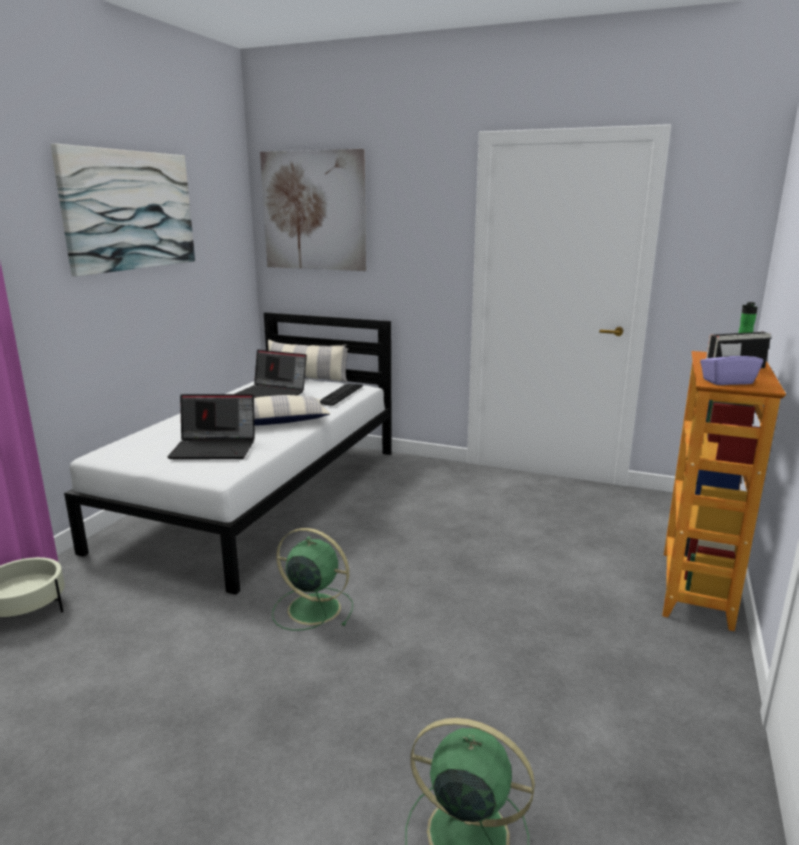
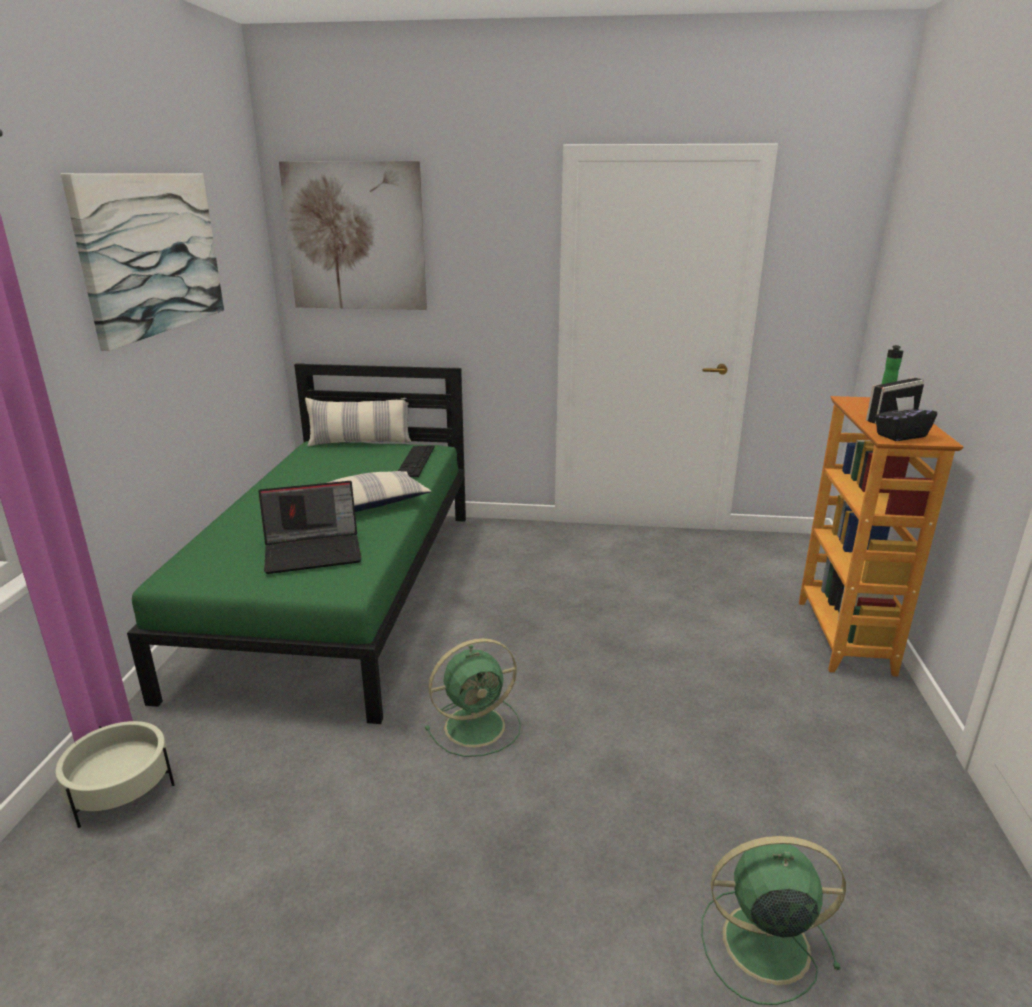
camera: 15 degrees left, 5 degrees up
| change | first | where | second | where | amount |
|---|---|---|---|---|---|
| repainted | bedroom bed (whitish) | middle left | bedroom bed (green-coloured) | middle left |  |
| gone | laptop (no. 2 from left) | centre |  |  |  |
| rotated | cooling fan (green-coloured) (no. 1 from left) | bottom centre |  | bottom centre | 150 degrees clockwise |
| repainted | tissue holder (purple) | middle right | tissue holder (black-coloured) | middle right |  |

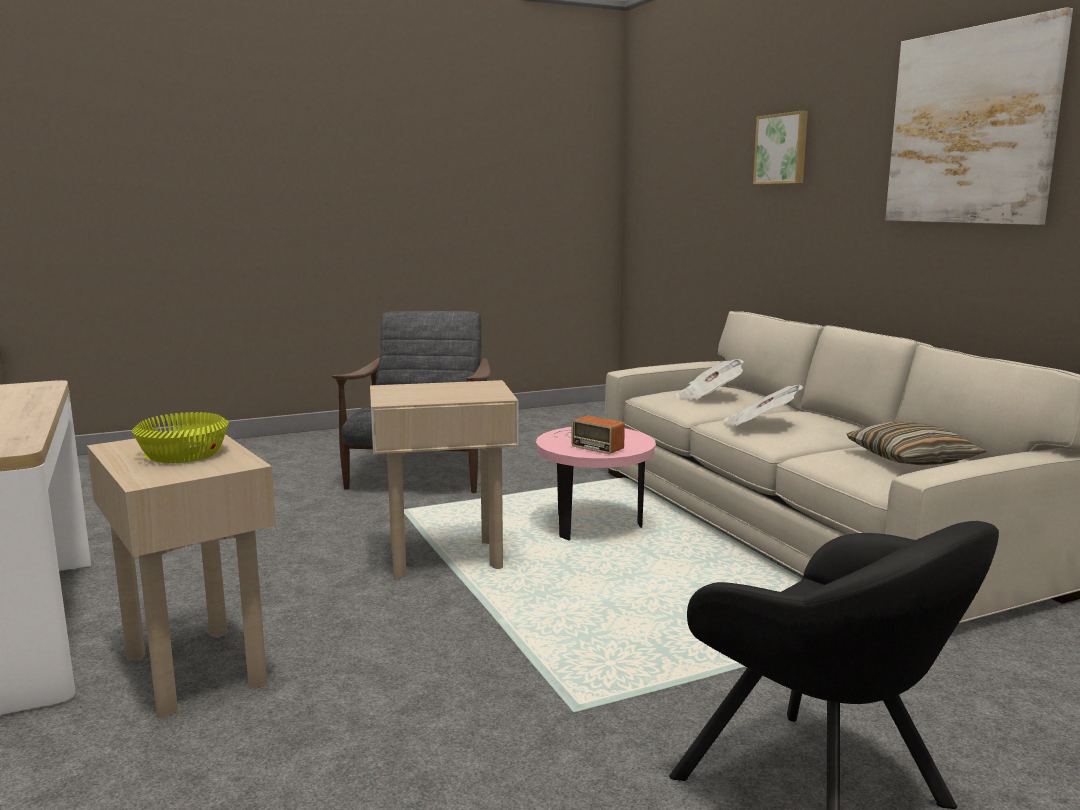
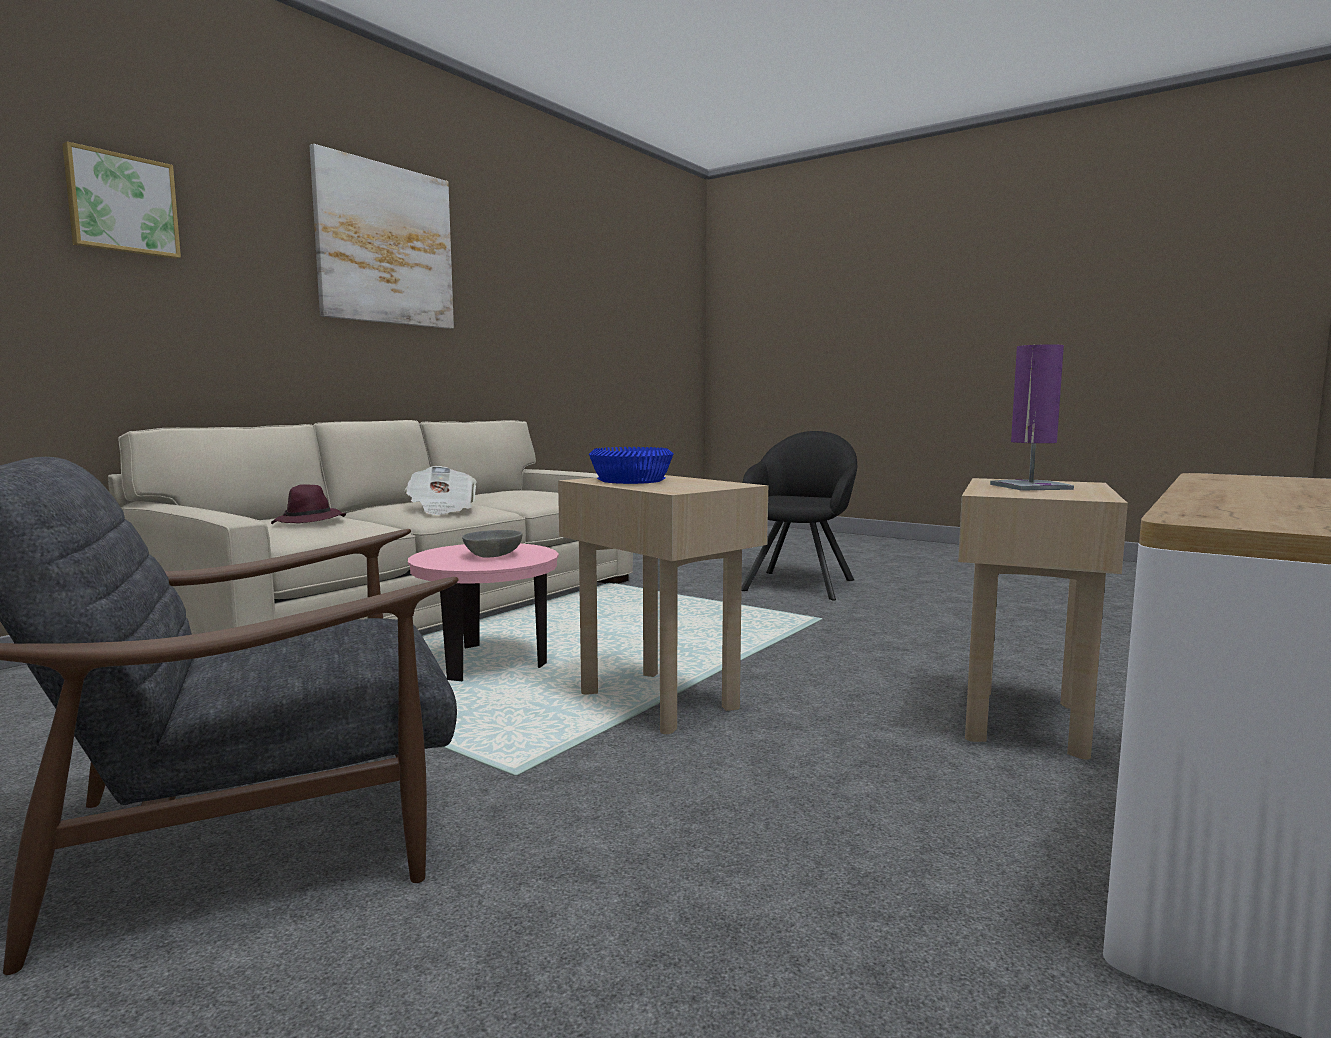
camera: 120 degrees left, 5 degrees down
| change | first | where | second | where | amount |
|---|---|---|---|---|---|
| swapped | bowl (yellow) | middle left | lamp for a table (purple) | middle right |  |
| swapped | radio receiver | centre | bowl (grey) | centre |  |
| swapped | daily paper (no. 1 from left) | centre | clothing hat (purple) | middle left |  |
| gone | pillow | middle right |  |  |  |
| new |  |  | bowl (bluish) | centre |  |

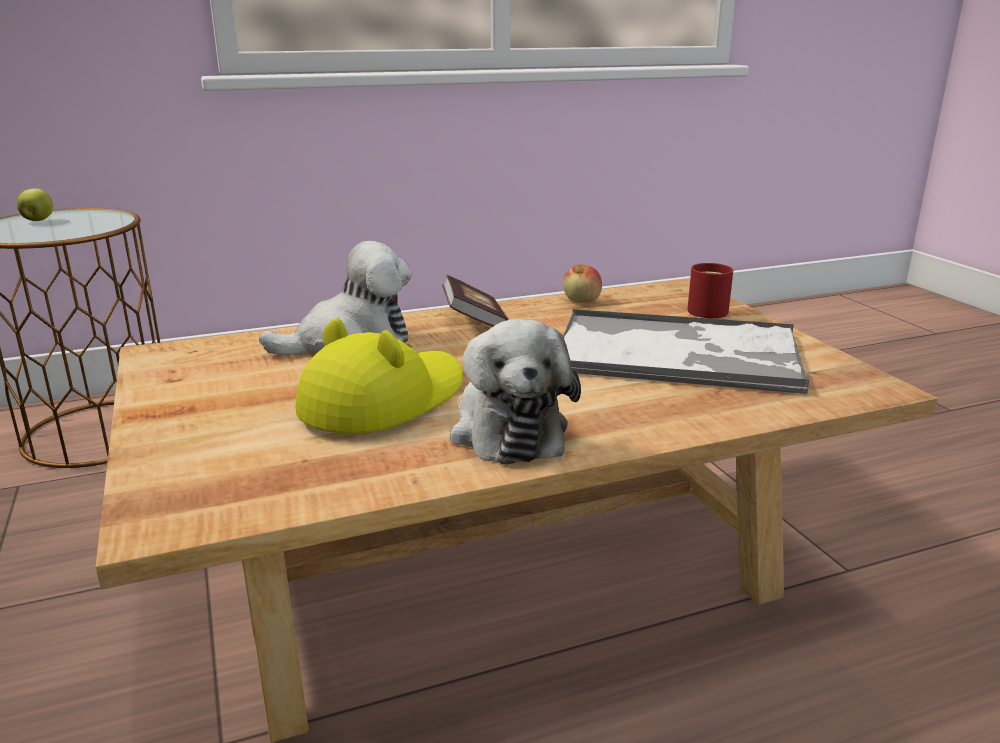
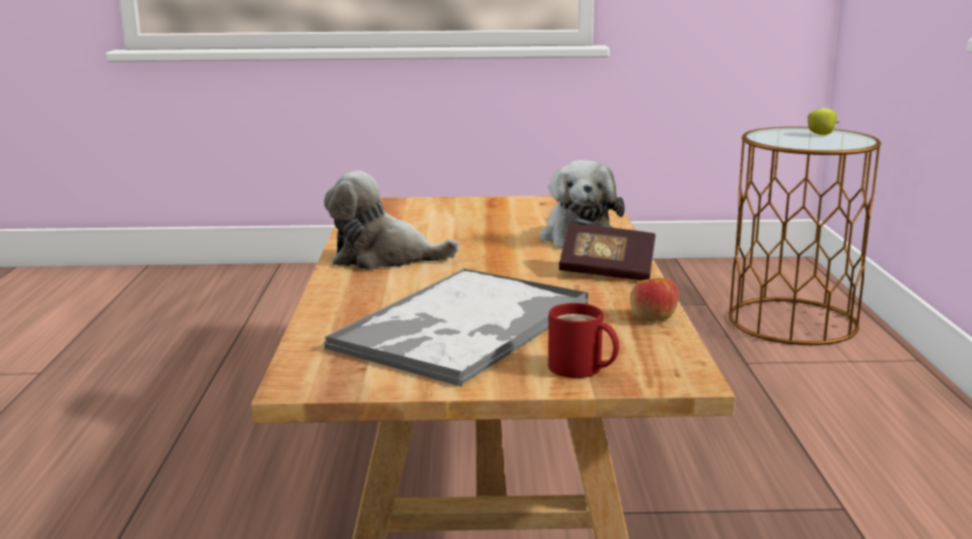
camera: 110 degrees right, 5 degrees down
| change | first | where | second | where | amount |
|---|---|---|---|---|---|
| gone | clothing hat (yellow) | centre |  |  |  |

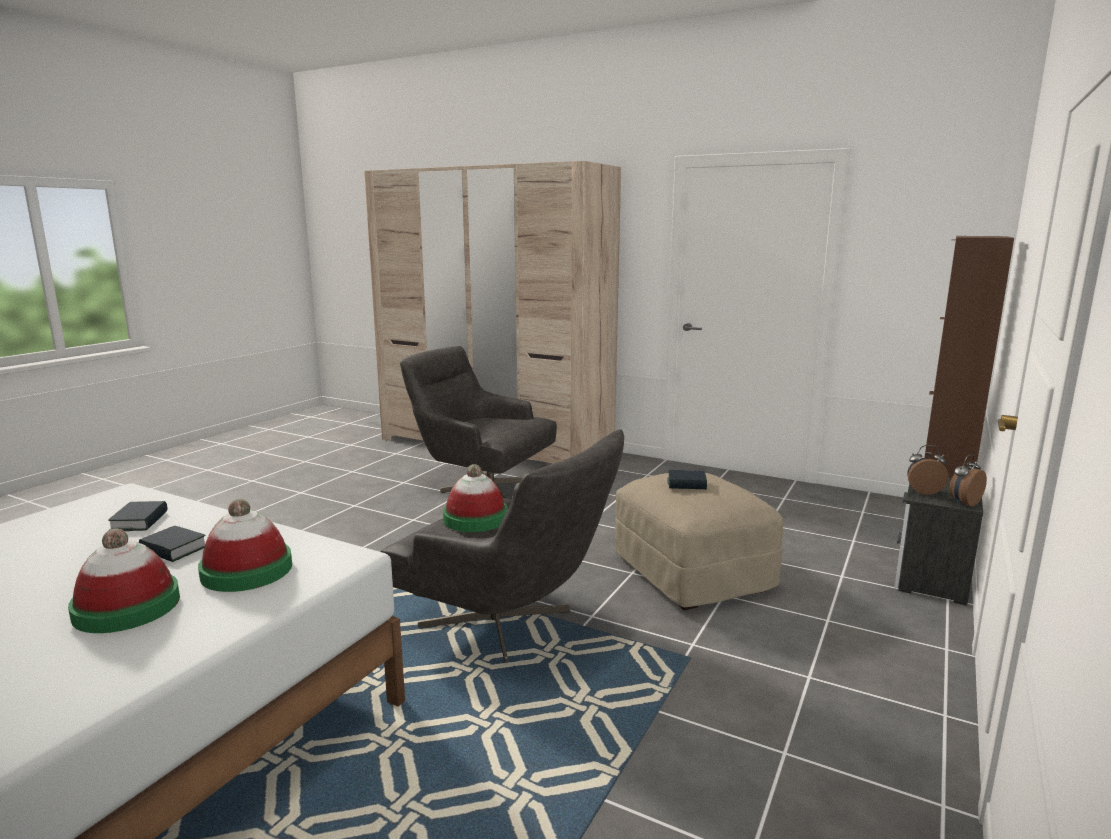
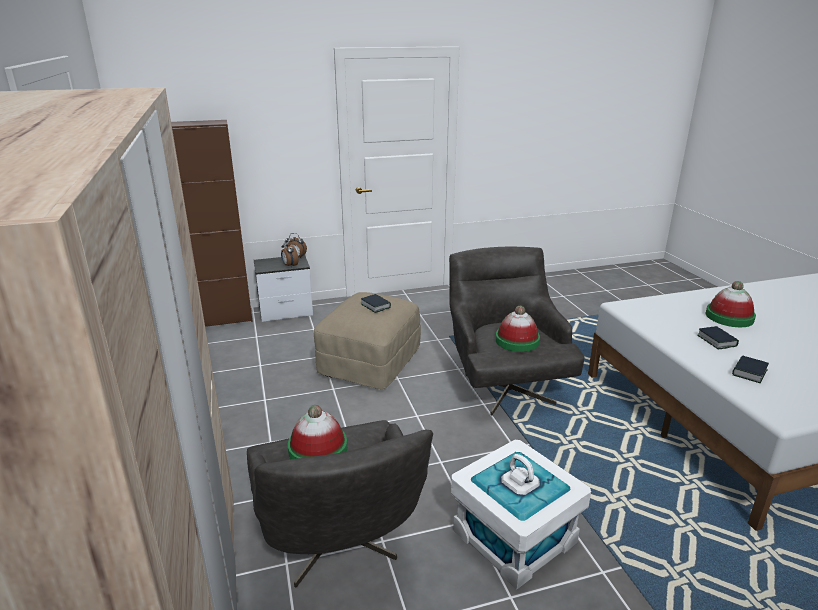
camera: 135 degrees left, 10 degrees up
| change | first | where | second | where | amount |
|---|---|---|---|---|---|
| shifted | clothing hat (no. 2 from left in the first image) | middle left | clothing hat (no. 1 from left) | bottom centre |  |
| new |  |  | storage box (whitish) | bottom centre |  |

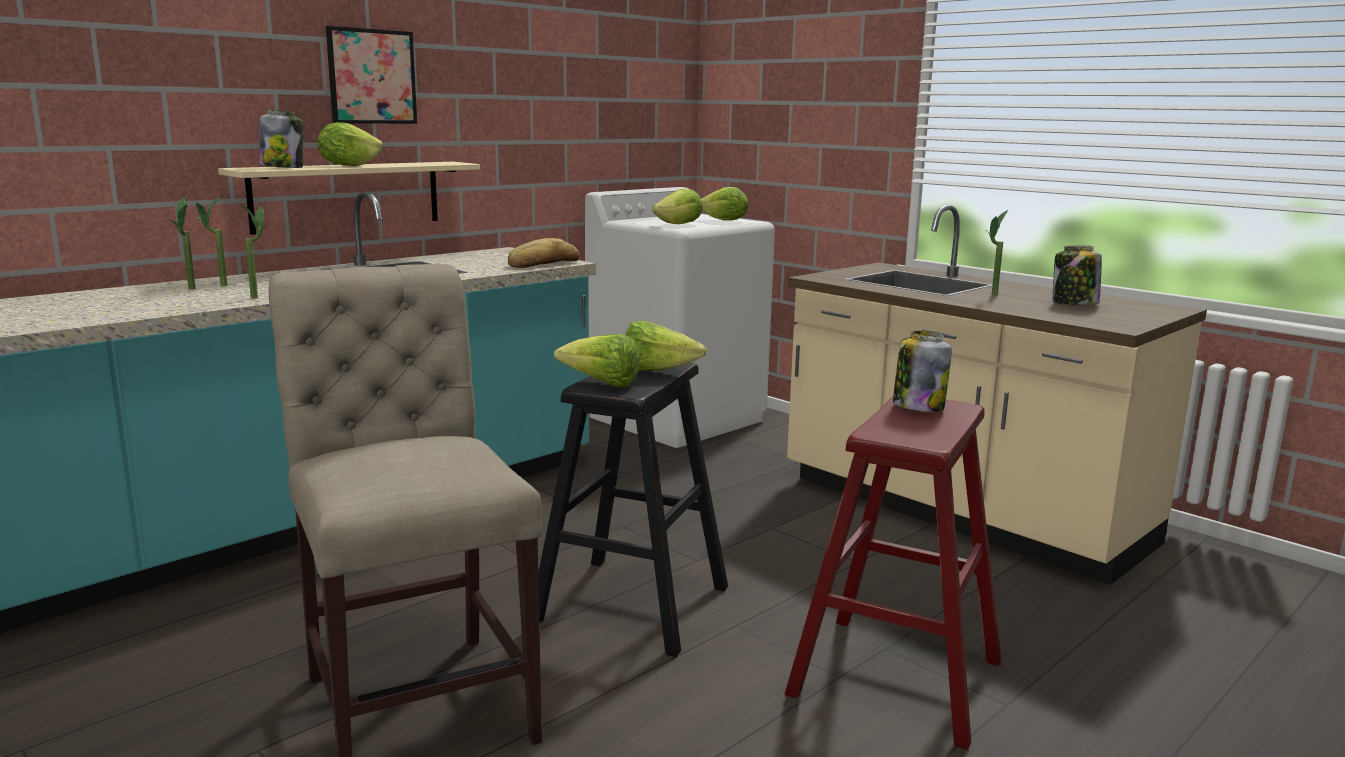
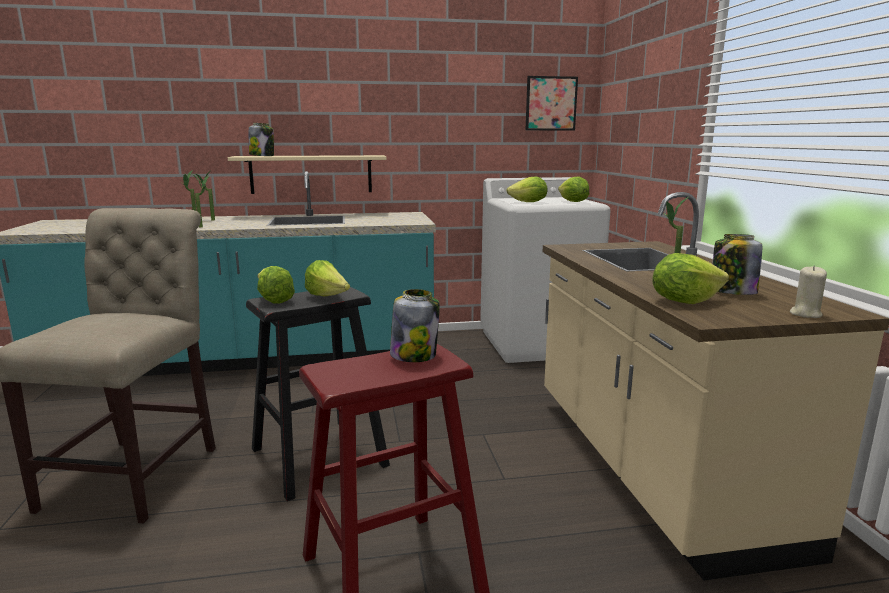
camera: 35 degrees right, 0 degrees up
| change | first | where | second | where | amount |
|---|---|---|---|---|---|
| shifted | lettuce head (no. 1 from left in the first image) | top left | lettuce head (no. 5 from left) | middle right |  |
| shifted | wall picture | top left |  | top centre |  |
| gone | bakery bread | centre |  |  |  |
| new |  |  | candle (beige-coloured) | middle right |  |

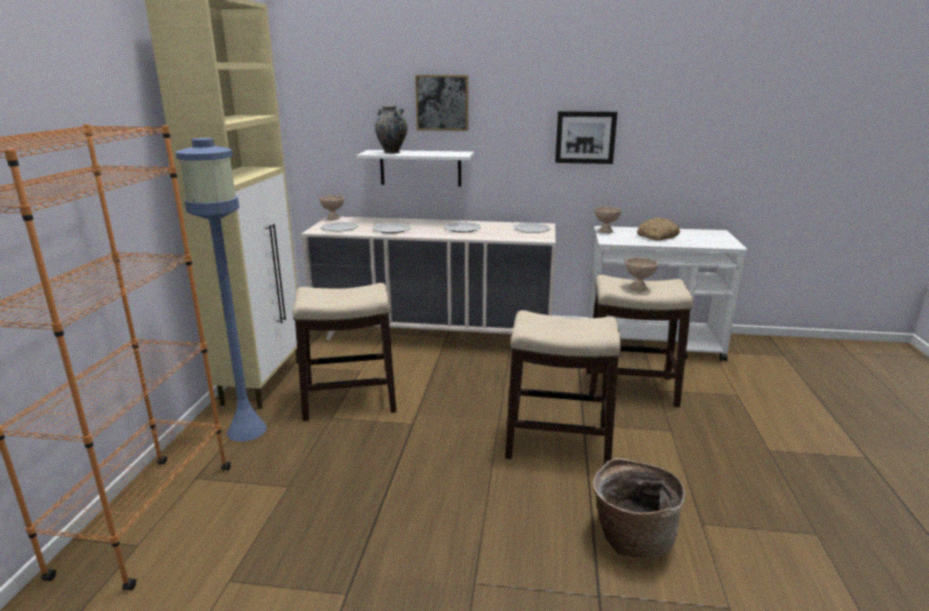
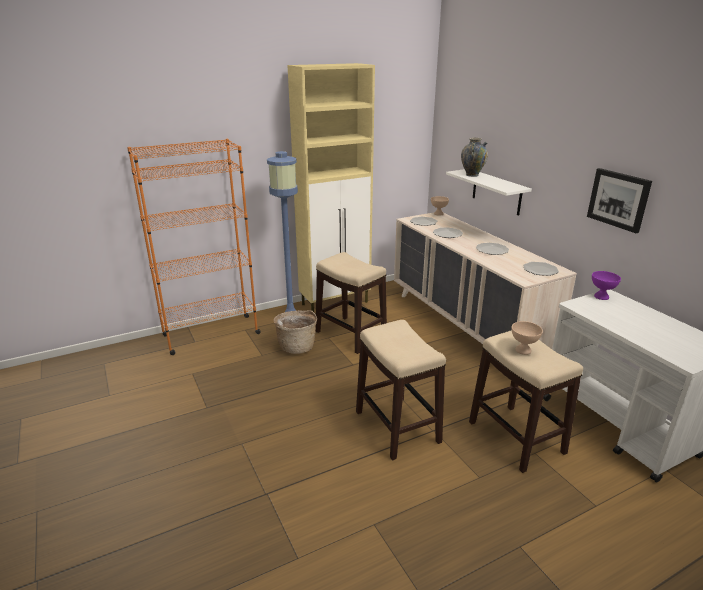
camera: 55 degrees right, 5 degrees up
| change | first | where | second | where | amount |
|---|---|---|---|---|---|
| gone | wall picture (no. 1 from left) | top centre |  |  |  |
| shifted | household basket | bottom right |  | centre |  |
| repainted | bowl (beige-coloured) (no. 2 from left) | centre | bowl (purple) | middle right |  |
| gone | bakery bread | middle right |  |  |  |

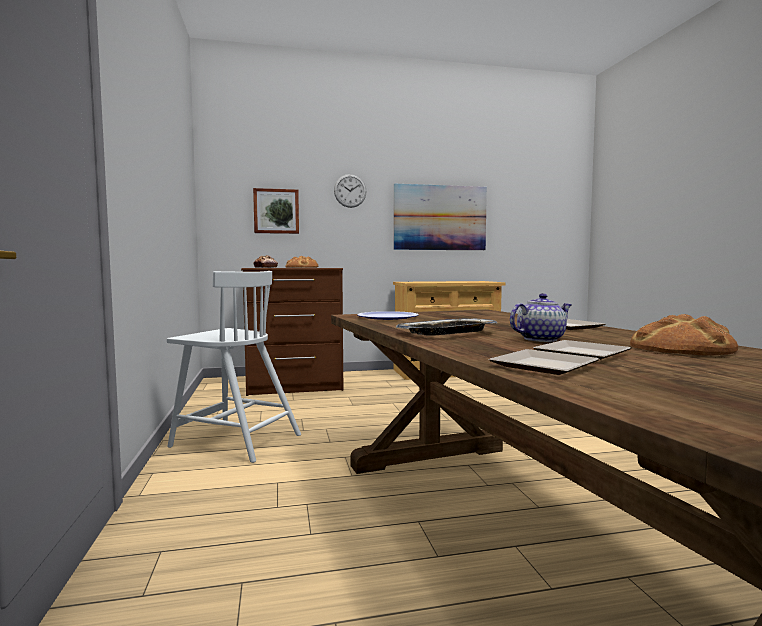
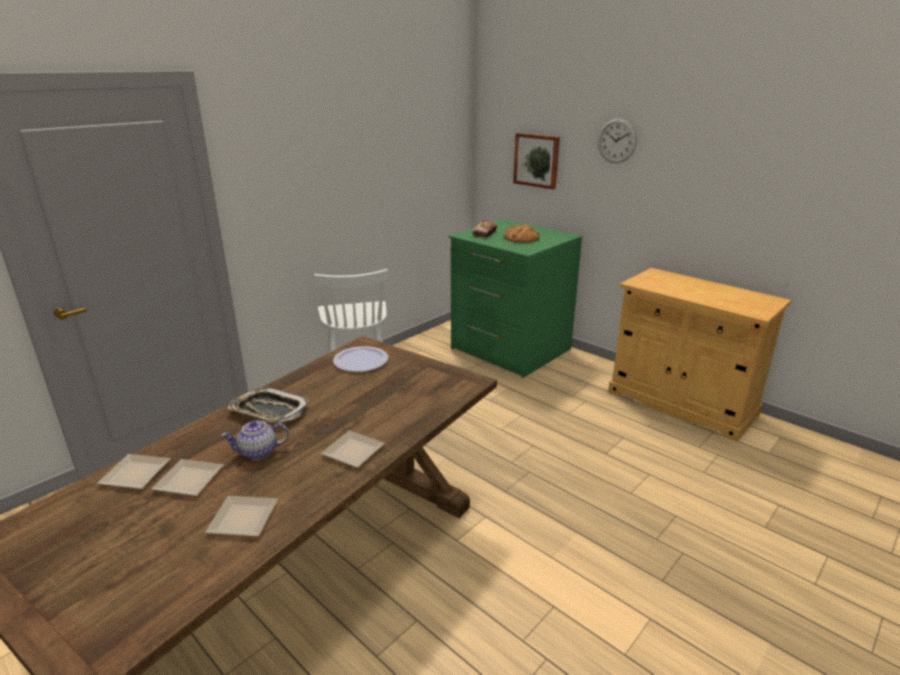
camera: 55 degrees right, 20 degrees up
| change | first | where | second | where | amount |
|---|---|---|---|---|---|
| repainted | chest of drawers (brownish) | centre | chest of drawers (green-coloured) | centre |  |
| gone | wall picture (no. 2 from left) | centre |  |  |  |
| rotated | teapot | middle right |  | middle left | 135 degrees clockwise |
| swapped | bakery bread (no. 3 from left) | middle right | plate (no. 3 from left) | bottom left |  |

